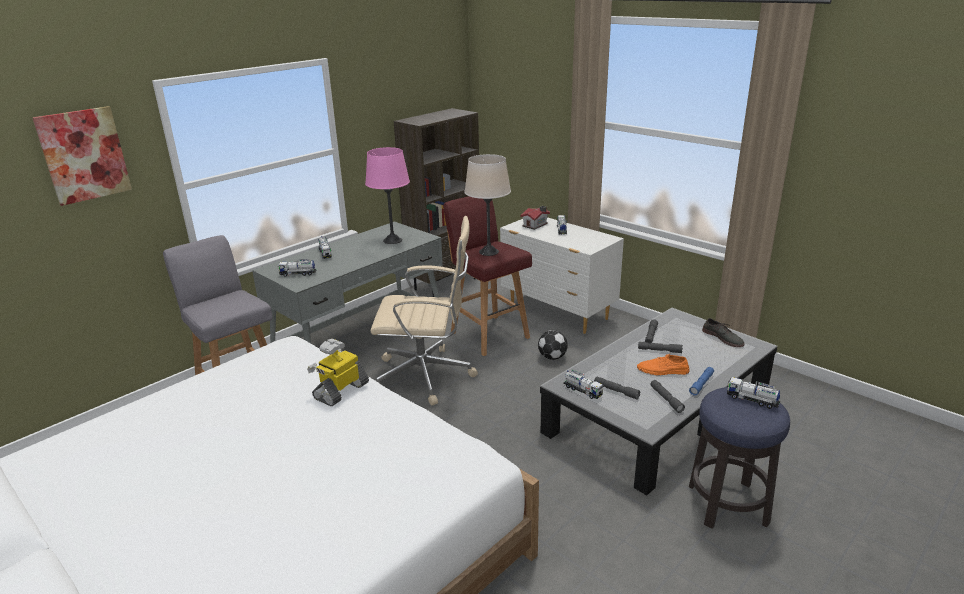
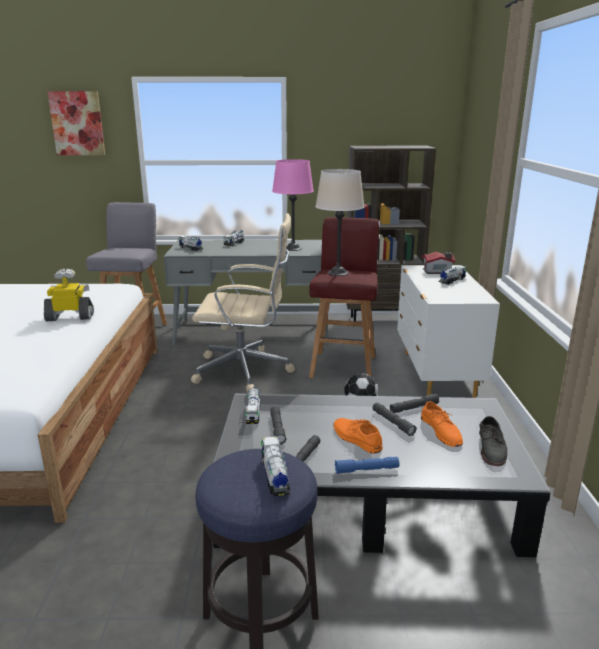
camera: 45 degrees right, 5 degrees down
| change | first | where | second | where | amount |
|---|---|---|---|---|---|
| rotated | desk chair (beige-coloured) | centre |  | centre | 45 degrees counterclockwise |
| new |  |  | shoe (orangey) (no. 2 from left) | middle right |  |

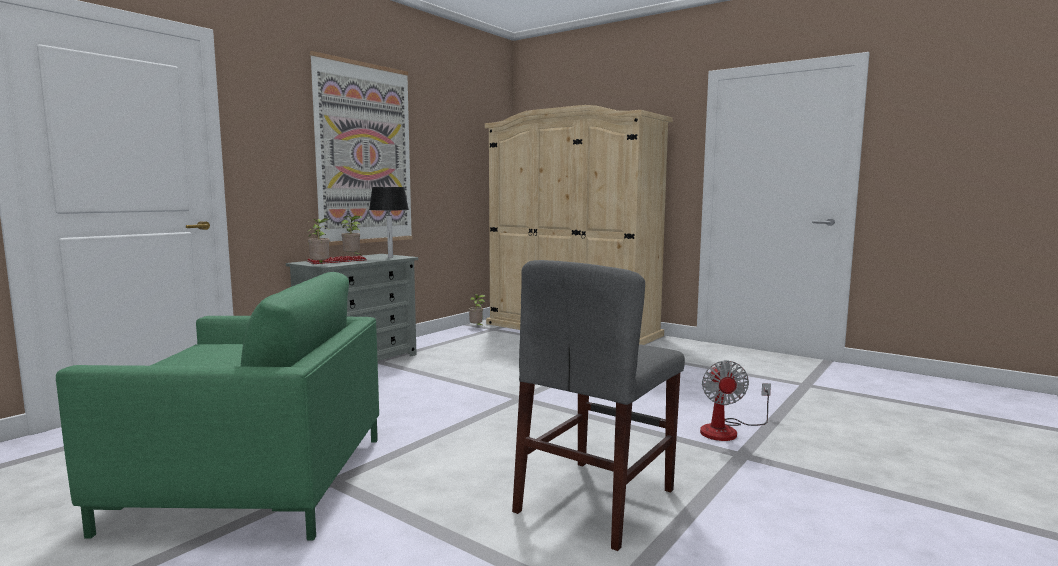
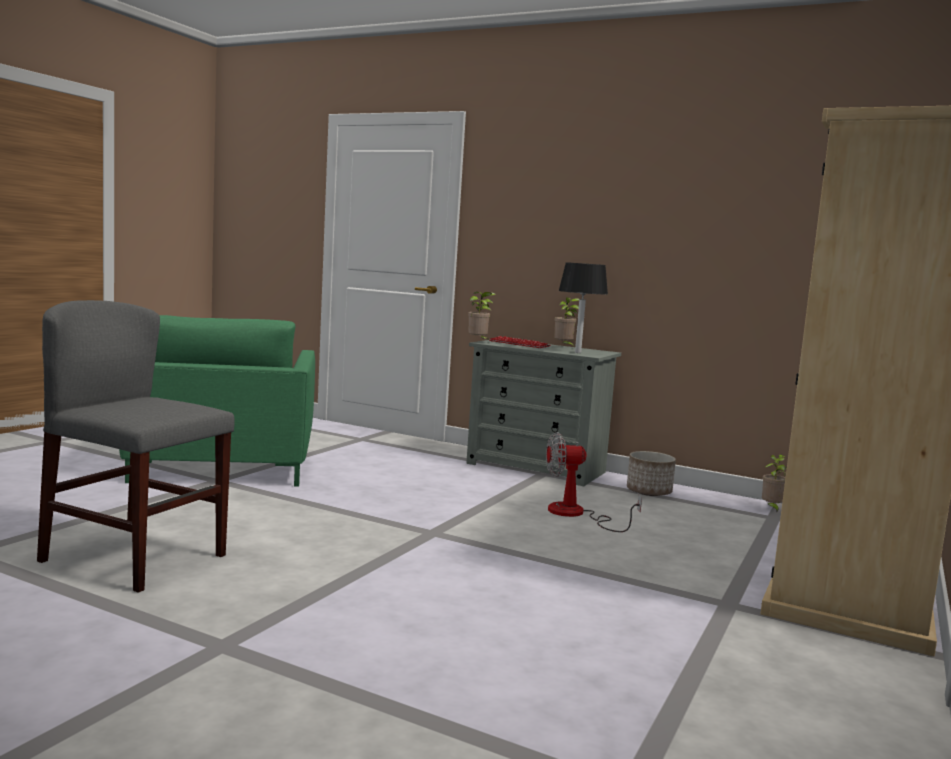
camera: 80 degrees right, 0 degrees up
| change | first | where | second | where | amount |
|---|---|---|---|---|---|
| gone | wall picture | top centre |  |  |  |
| shifted | cooling fan | bottom right |  | centre |  |
| new |  |  | flower pot | middle right |  |

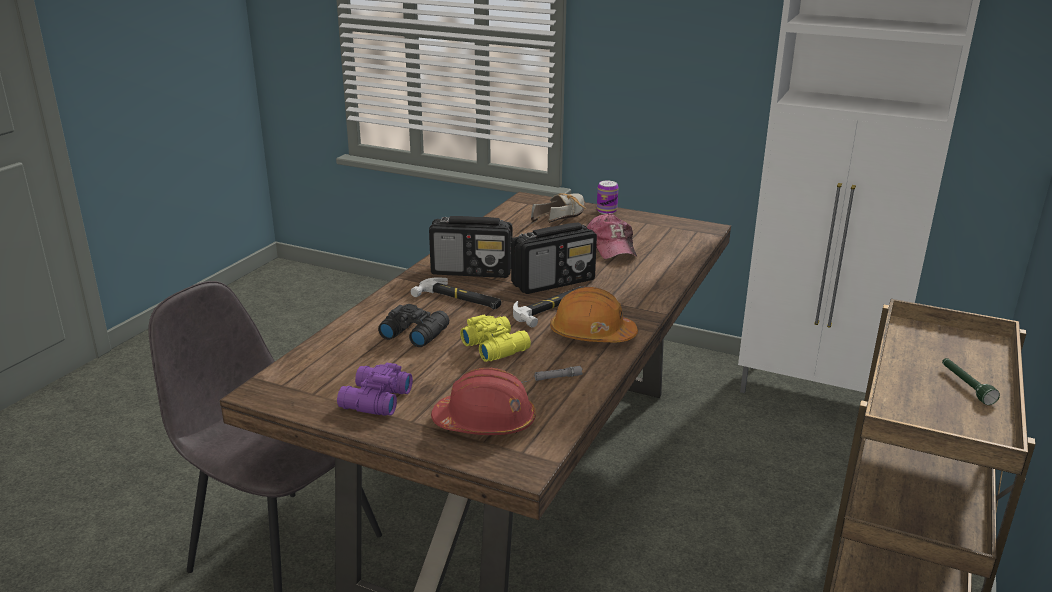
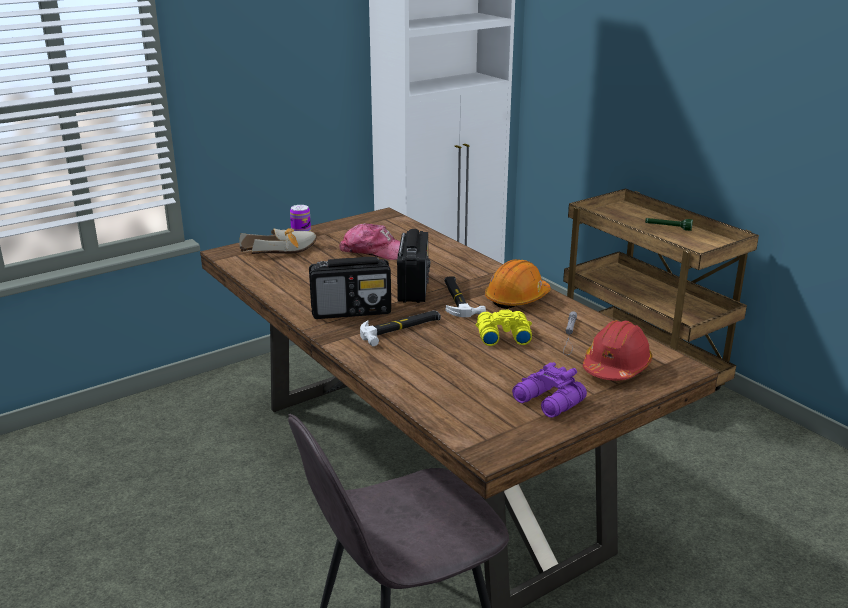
camera: 60 degrees left, 0 degrees up
| change | first | where | second | where | amount |
|---|---|---|---|---|---|
| gone | binoculars (black-coloured) | centre |  |  |  |
| rotated | radio receiver (no. 1 from left) | centre |  | centre | 45 degrees clockwise |
| rotated | shoe | centre |  | middle left | 90 degrees clockwise |

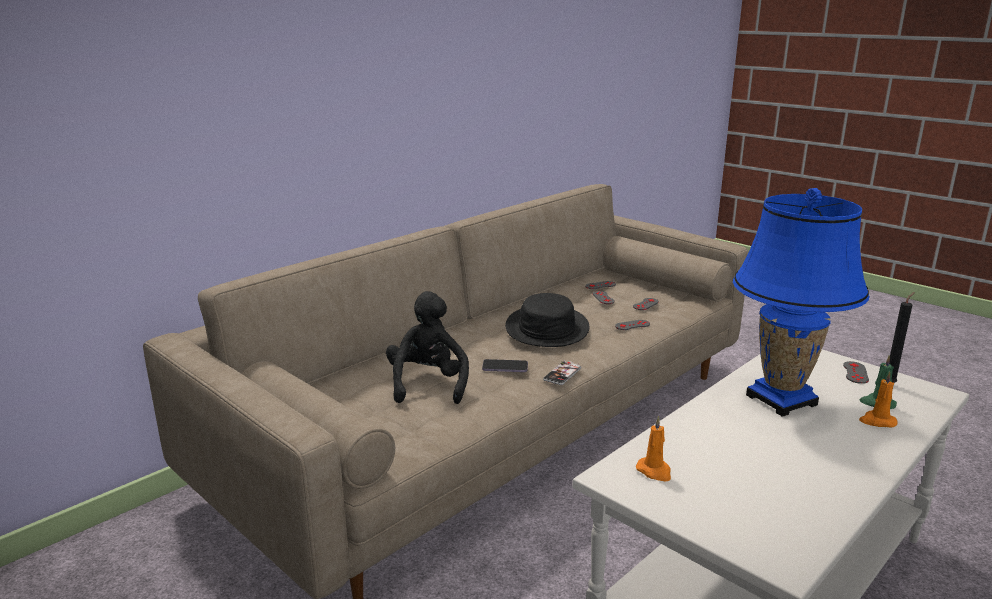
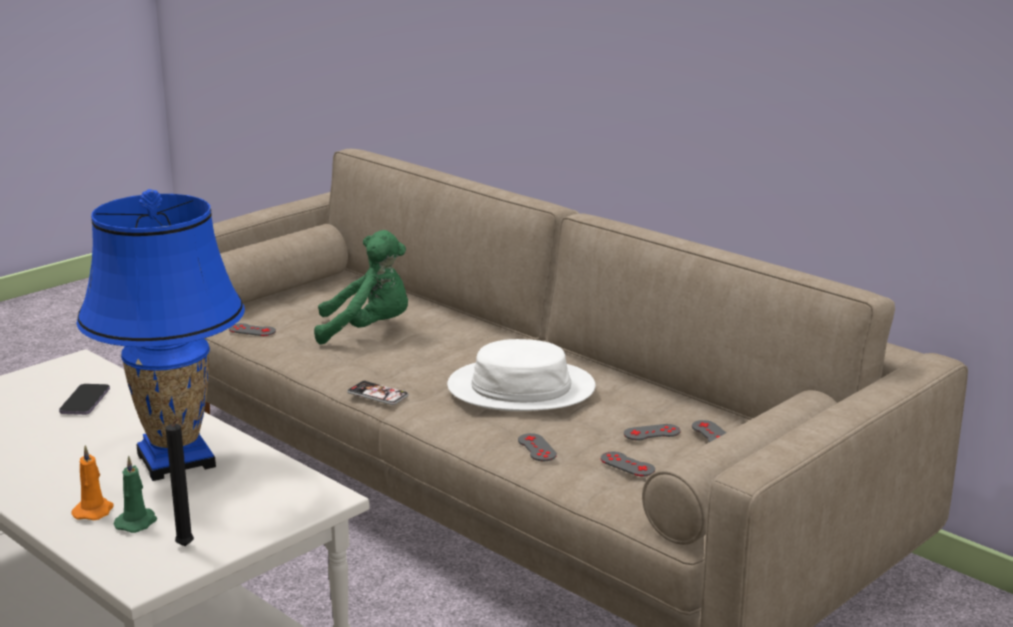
camera: 90 degrees right, 0 degrees up
| change | first | where | second | where | amount |
|---|---|---|---|---|---|
| repainted | soft toy (black-coloured) | centre | soft toy (green-coloured) | centre |  |
| shifted | telephone (no. 1 from left) | centre |  | middle left |  |
| repainted | clothing hat (black-coloured) | centre | clothing hat (whitish) | centre |  |
| gone | candle (orangey) (no. 1 from left) | bottom centre |  |  |  |
| shifted | game controller (grey) (no. 5 from left in the first image) | middle right | game controller (grey) (no. 1 from left) | middle left |  |

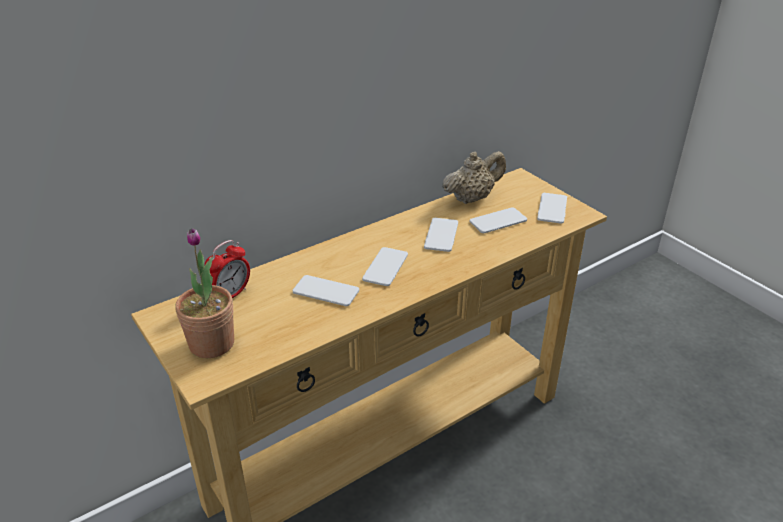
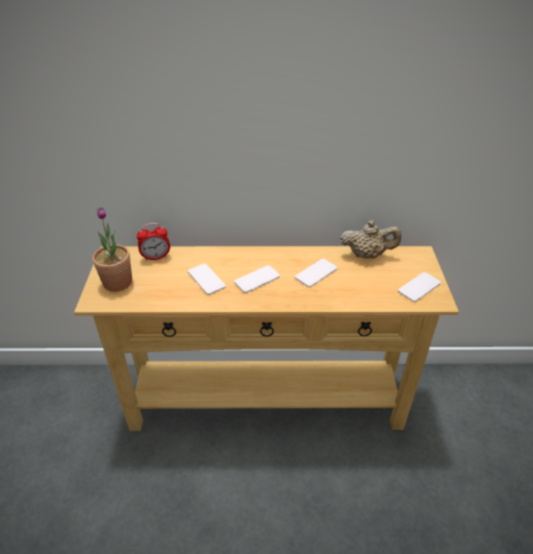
camera: 35 degrees right, 5 degrees up
| change | first | where | second | where | amount |
|---|---|---|---|---|---|
| gone | telephone (no. 4 from left) | centre |  |  |  |

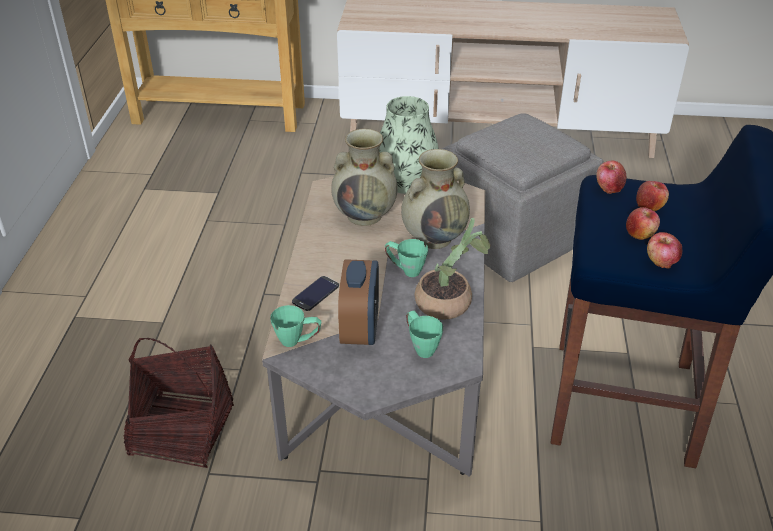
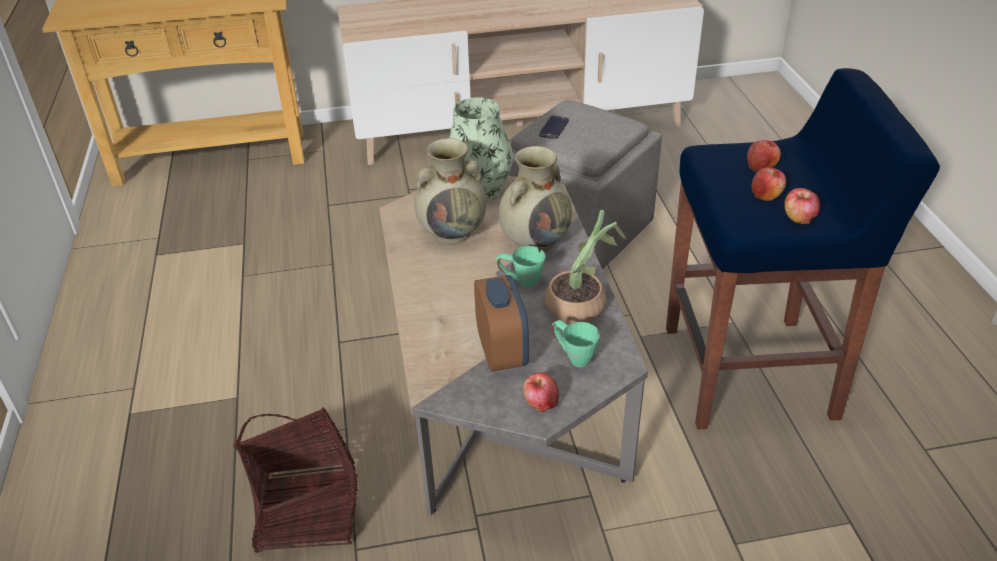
camera: 15 degrees left, 0 degrees up
| change | first | where | second | where | amount |
|---|---|---|---|---|---|
| gone | mug (green-coloured) (no. 1 from left) | centre |  |  |  |
| shifted | telephone | centre |  | top centre |  |
| shifted | apple (no. 1 from left) | middle right |  | bottom centre |  |

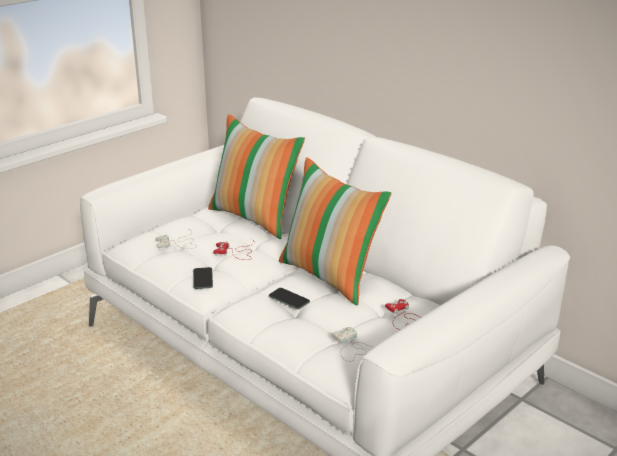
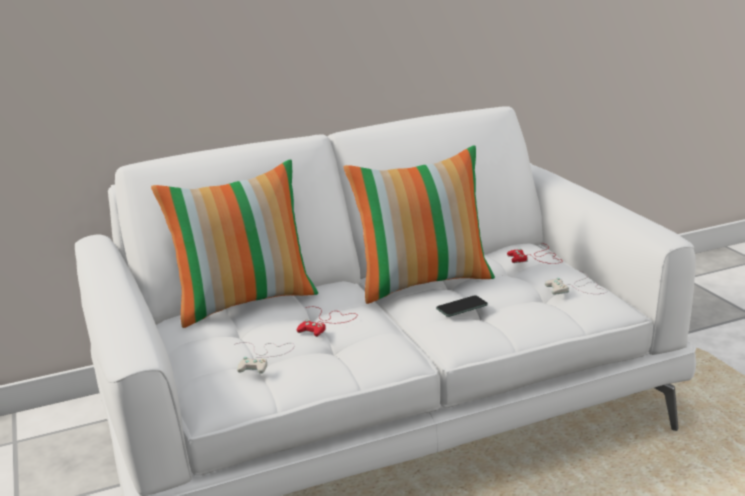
camera: 65 degrees left, 5 degrees down
| change | first | where | second | where | amount |
|---|---|---|---|---|---|
| gone | telephone (no. 1 from left) | middle left |  |  |  |

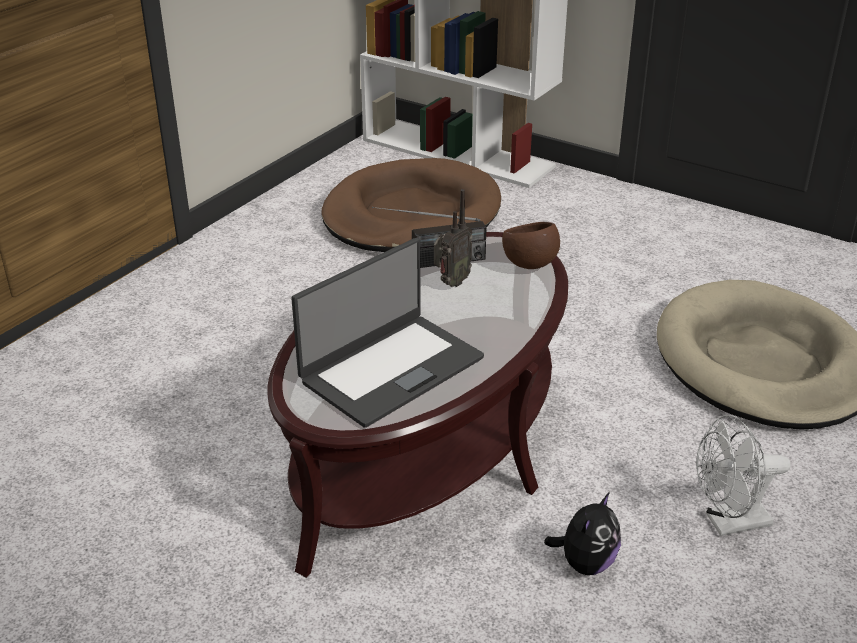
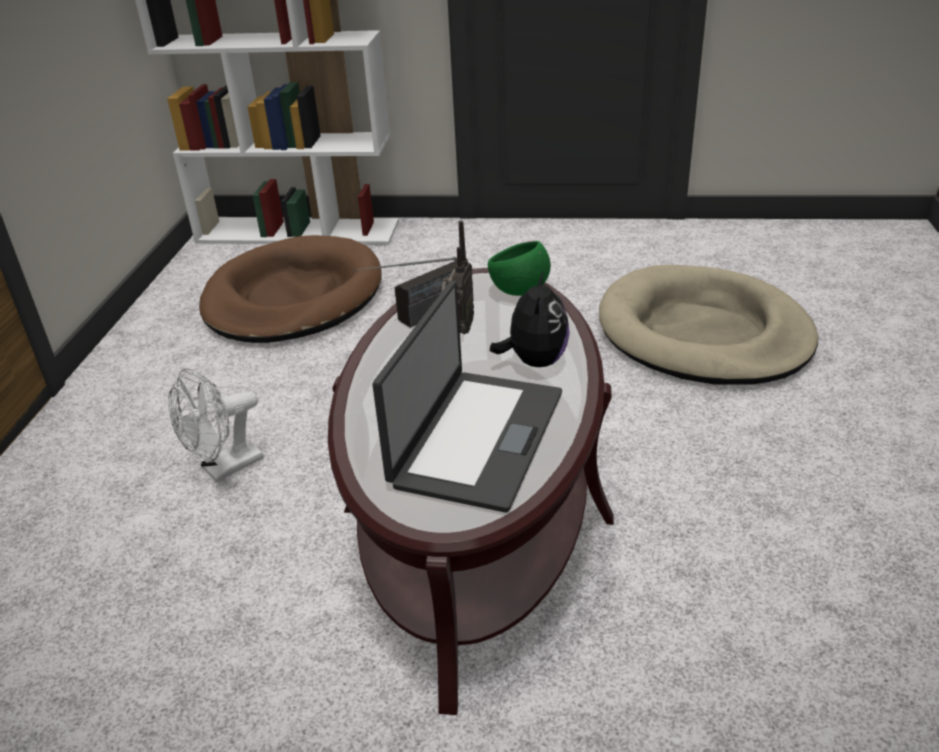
camera: 25 degrees left, 0 degrees up
| change | first | where | second | where | amount |
|---|---|---|---|---|---|
| repainted | bowl (brownish) | centre | bowl (green-coloured) | centre |  |
| shifted | soft toy | bottom right |  | centre |  |
| shifted | cooling fan (whitish) | bottom right |  | middle left |  |

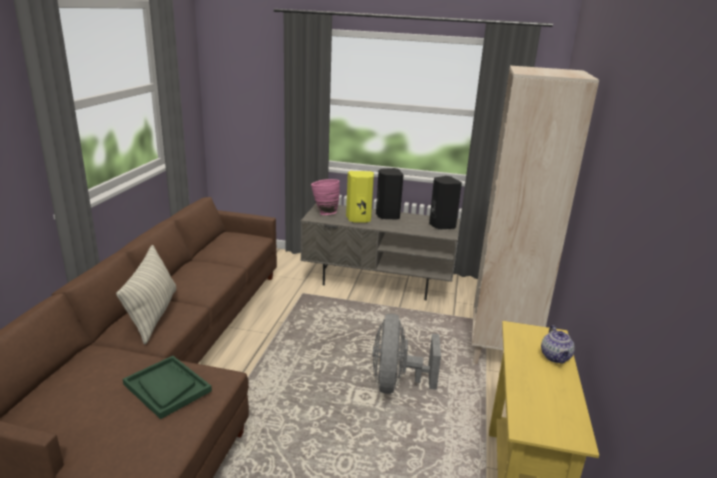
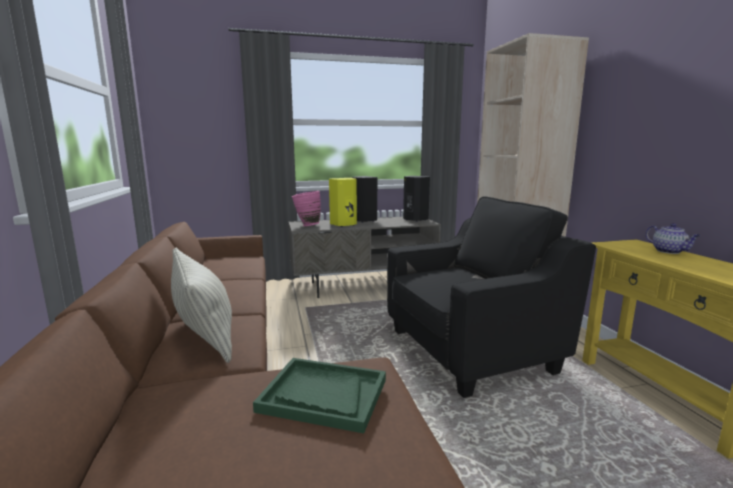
camera: 25 degrees left, 10 degrees down
| change | first | where | second | where | amount |
|---|---|---|---|---|---|
| swapped | cooling fan (grey) | bottom centre | armchair (black-coloured) | middle right |  |

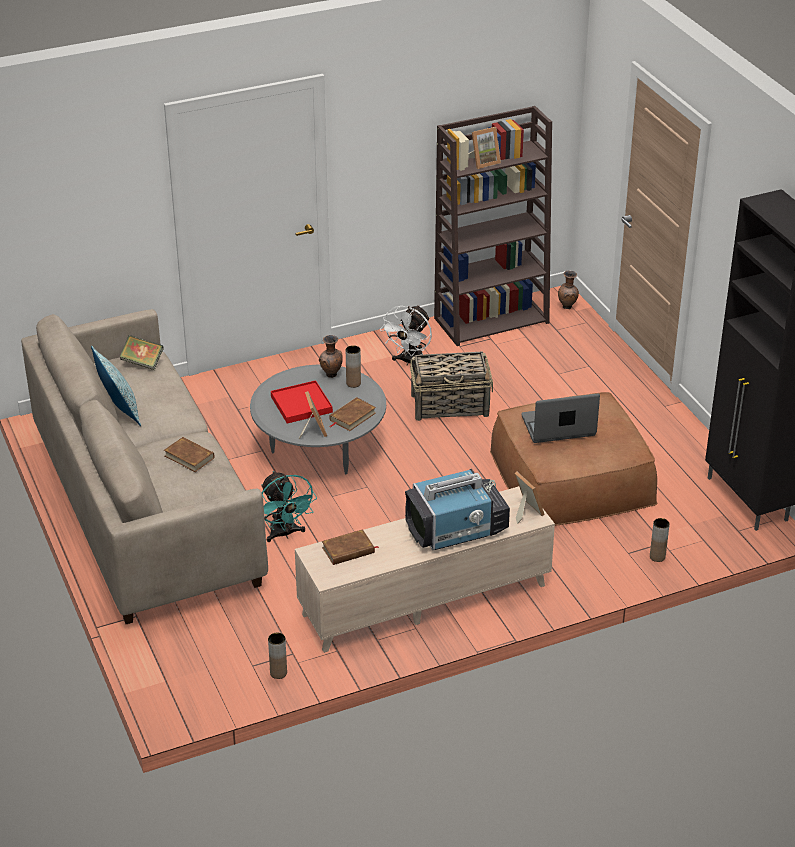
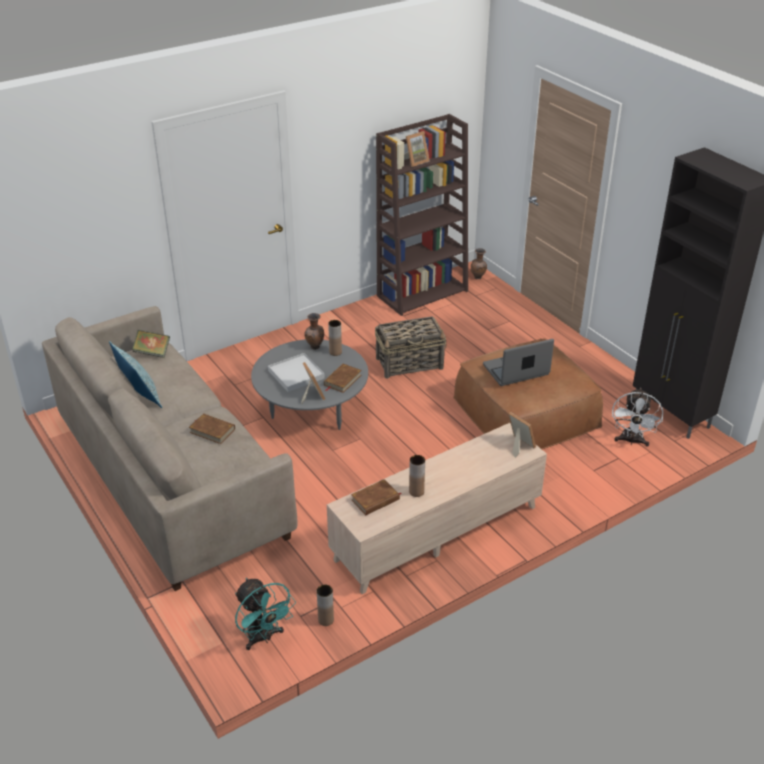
camera: 10 degrees left, 0 degrees up
| change | first | where | second | where | amount |
|---|---|---|---|---|---|
| shifted | cooling fan (turquoise) | centre |  | bottom centre |  |
| repainted | tray (reddish) | centre | tray (whitish) | centre |  |
| shifted | cooling fan (whitish) | centre |  | middle right |  |
| gone | television | centre |  |  |  |
| shifted | decorative vase (brownish) (no. 5 from left in the first image) | middle right | decorative vase (brownish) (no. 4 from left) | centre |  |

